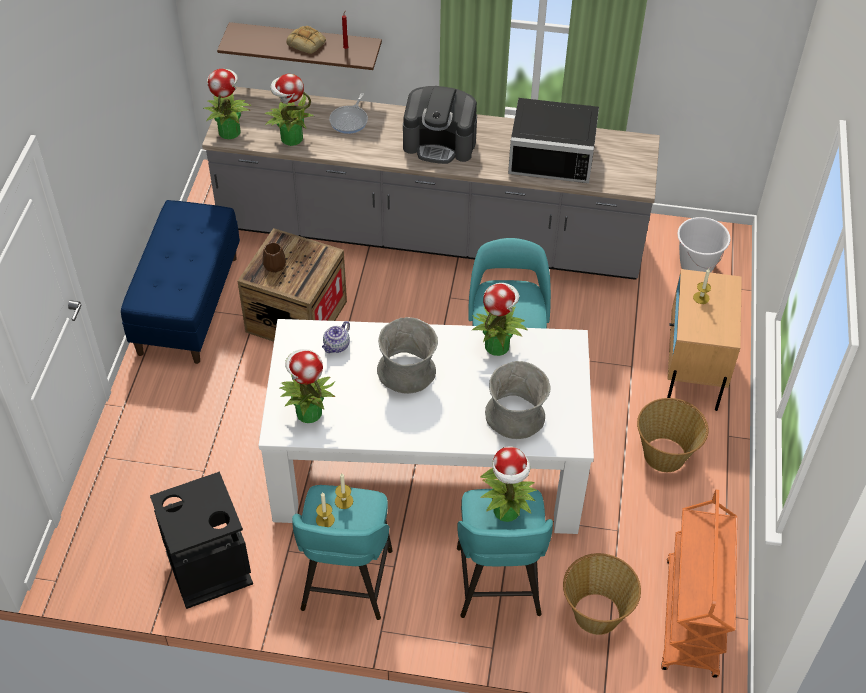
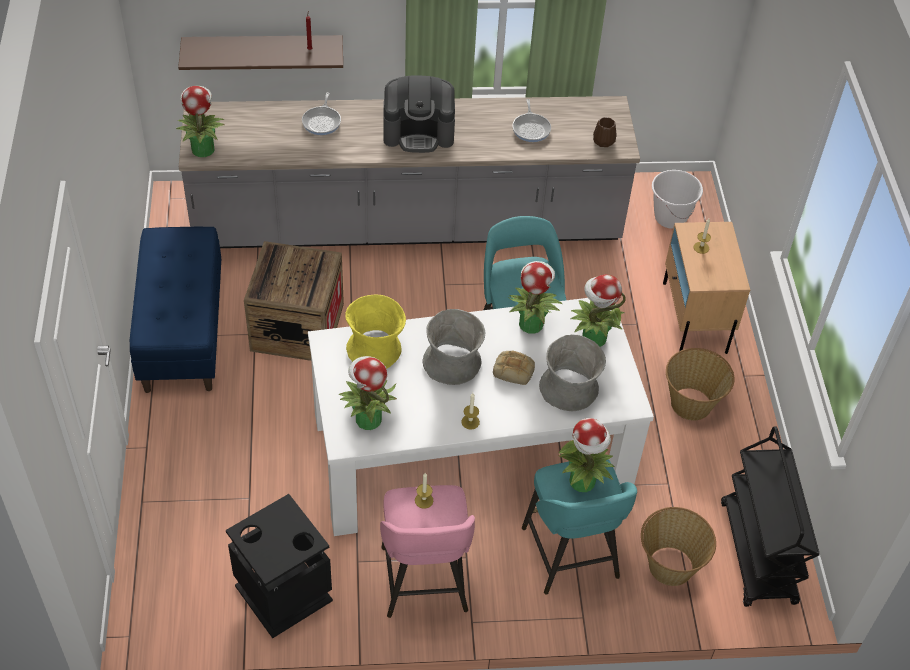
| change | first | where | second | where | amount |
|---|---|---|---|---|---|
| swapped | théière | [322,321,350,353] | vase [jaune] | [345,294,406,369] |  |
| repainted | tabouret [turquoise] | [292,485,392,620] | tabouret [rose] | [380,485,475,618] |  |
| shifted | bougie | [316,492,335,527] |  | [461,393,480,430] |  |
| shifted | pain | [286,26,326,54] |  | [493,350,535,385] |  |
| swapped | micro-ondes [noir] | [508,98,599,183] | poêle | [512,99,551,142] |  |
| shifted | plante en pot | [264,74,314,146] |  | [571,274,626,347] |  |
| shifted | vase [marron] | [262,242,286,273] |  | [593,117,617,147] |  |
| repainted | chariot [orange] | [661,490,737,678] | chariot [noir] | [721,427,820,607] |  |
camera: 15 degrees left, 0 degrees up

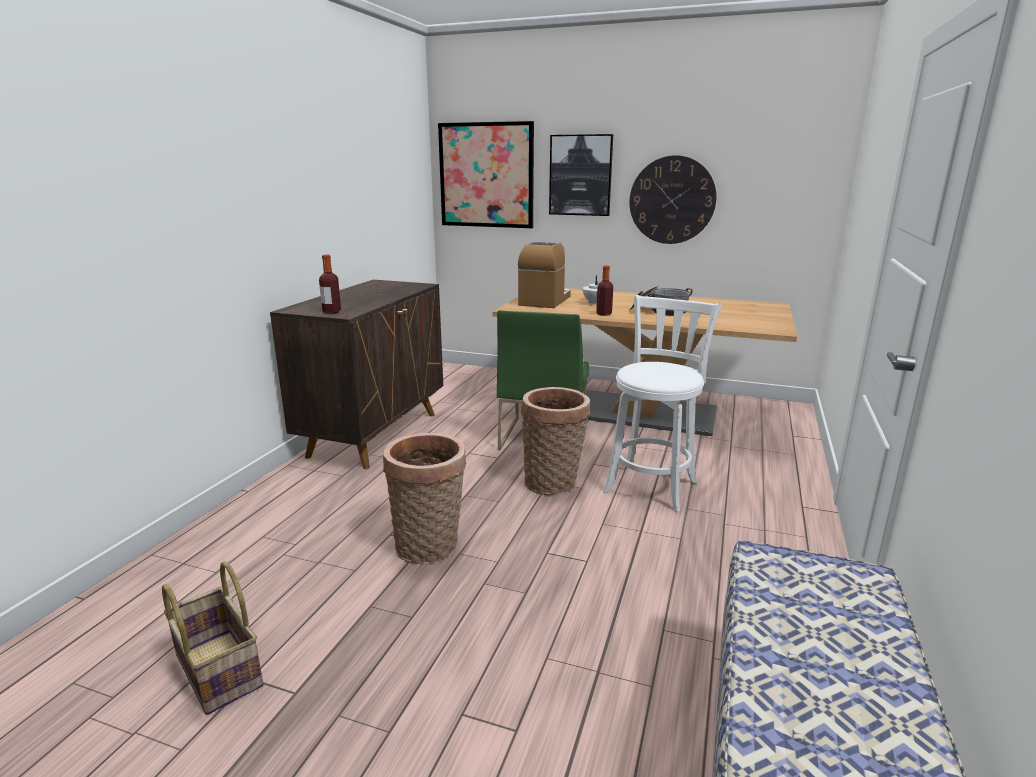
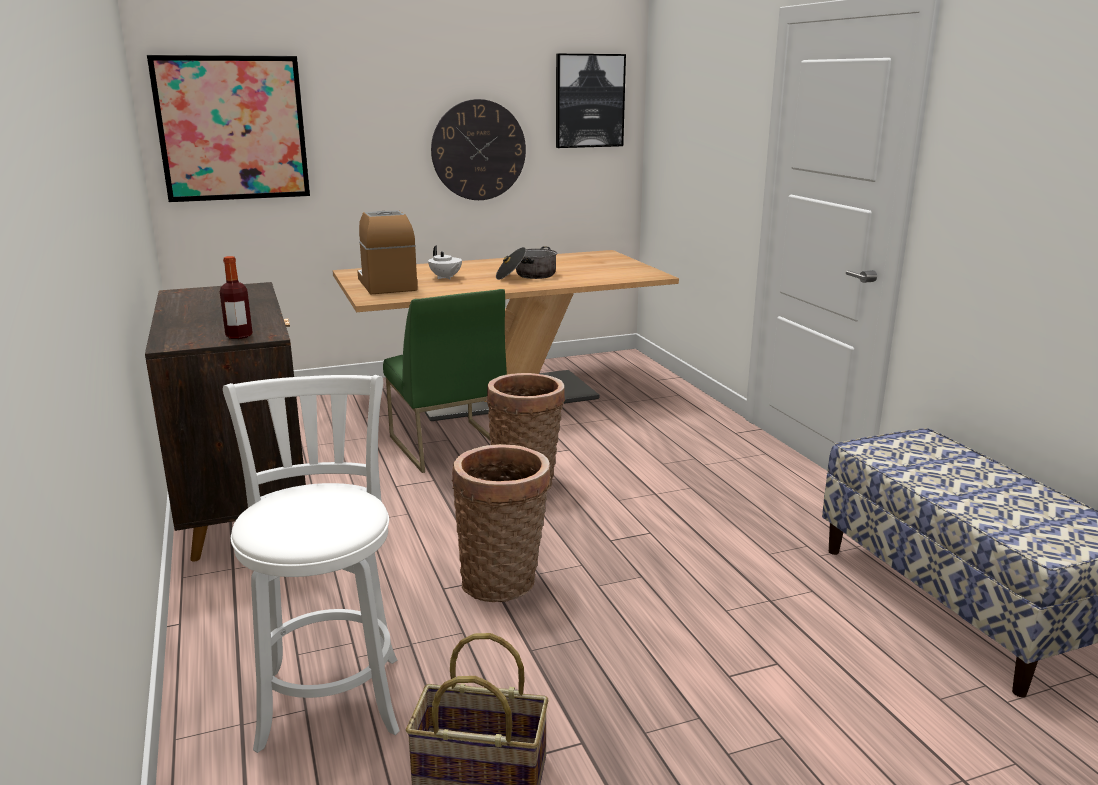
| change | first | where | second | where | amount |
|---|---|---|---|---|---|
| shifted | tabouret [blanc] | [603,295,721,512] |  | [223,375,400,753] |  |
| shifted | tableau | [549,134,613,216] |  | [556,54,626,148] |  |
| gone | bouteille | [596,266,613,316] |  |  |  |
camera: 40 degrees left, 0 degrees up

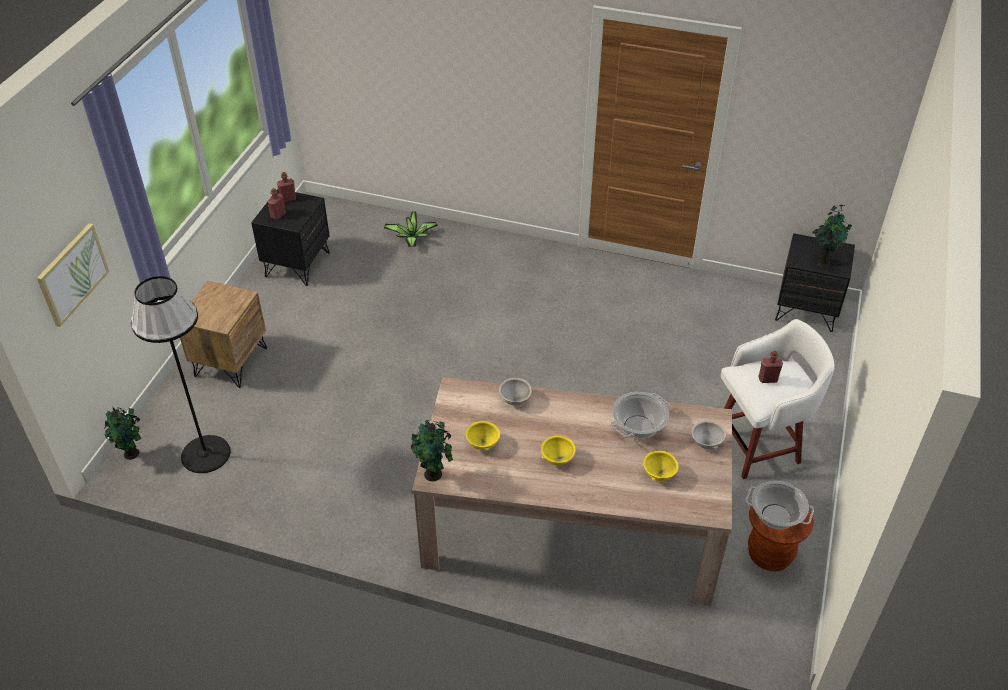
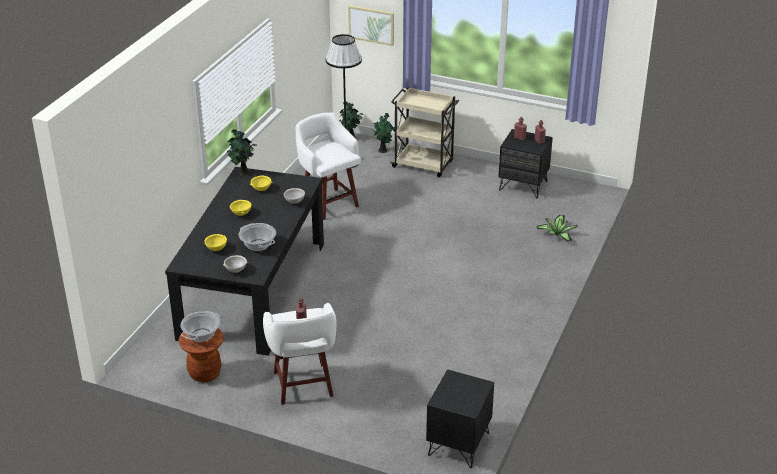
| change | first | where | second | where | amount |
|---|---|---|---|---|---|
| repainted | table à manger [beige] | [412,377,732,606] | table à manger [noir] | [165,167,324,356] |  |
| new |  |  | tabouret [blanc] | [296,112,361,220] |  |
| shifted | plante en pot | [813,205,852,268] |  | [373,113,395,153] |  |
| swapped | table de chevet [marron] | [180,281,267,388] | chariot [beige] | [390,87,459,177] |  |
camera: 95 degrees right, 10 degrees down

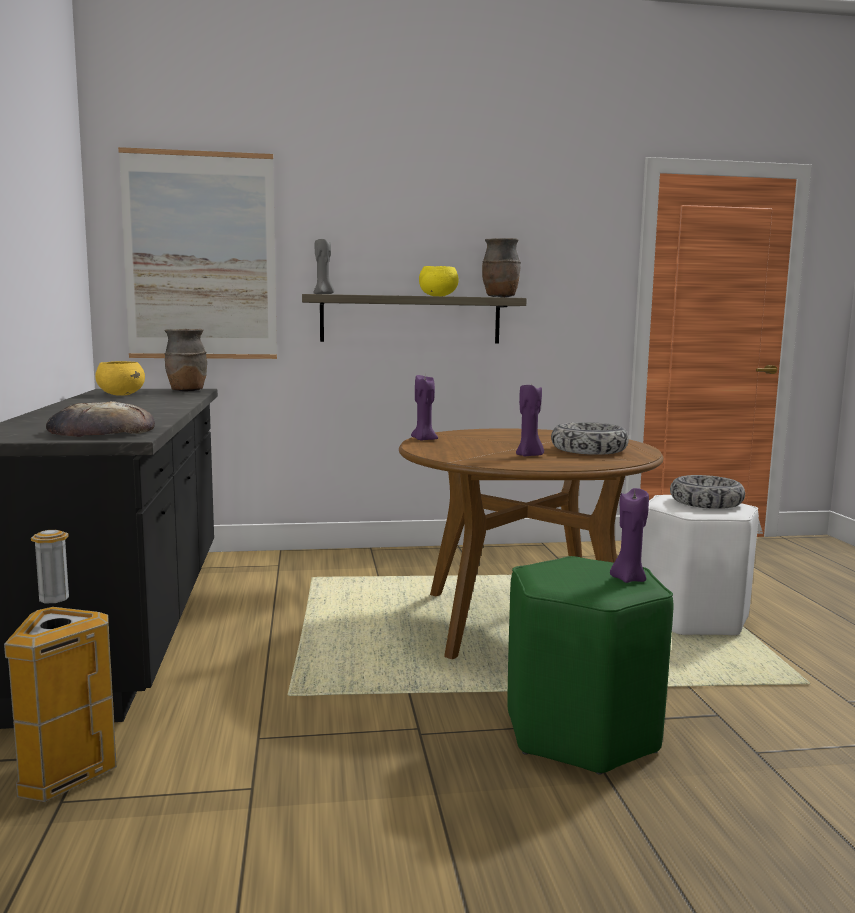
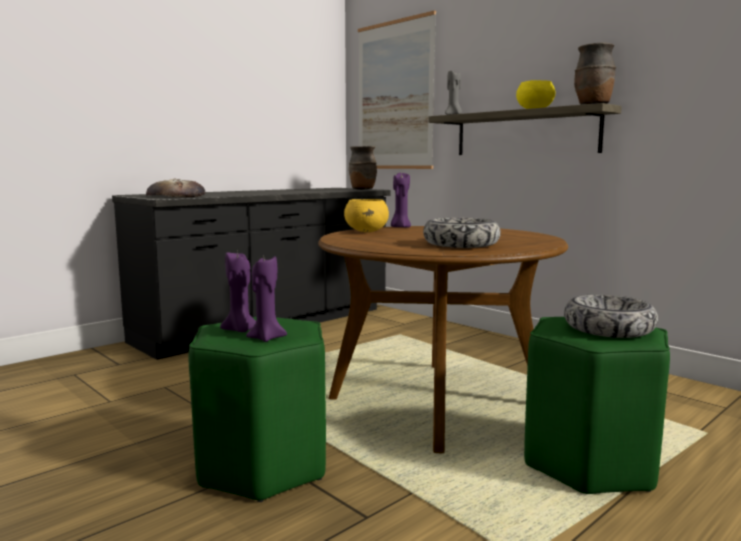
| change | first | where | second | where | amount |
|---|---|---|---|---|---|
| shifted | bougie [violet] | [516,385,544,456] |  | [220,250,256,332] |  |
| shifted | bol [jaune] | [95,361,145,395] |  | [344,199,389,232] |  |
| repainted | tabouret [blanc] | [641,495,759,635] | tabouret [vert] | [524,317,670,494] |  |
| gone | poubelle | [4,530,117,802] |  |  |  |
camera: 55 degrees right, 0 degrees up

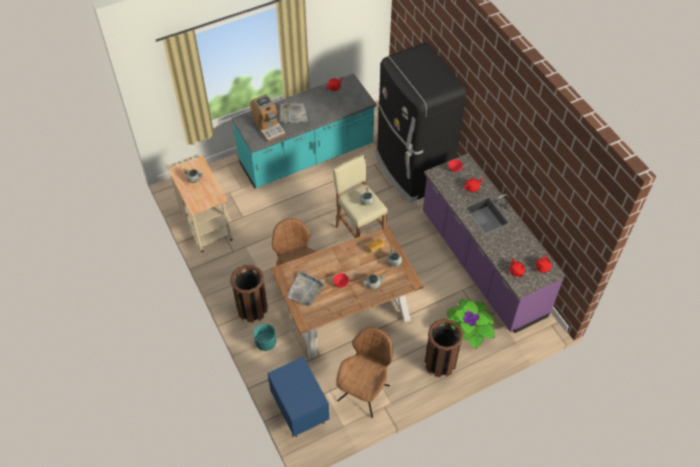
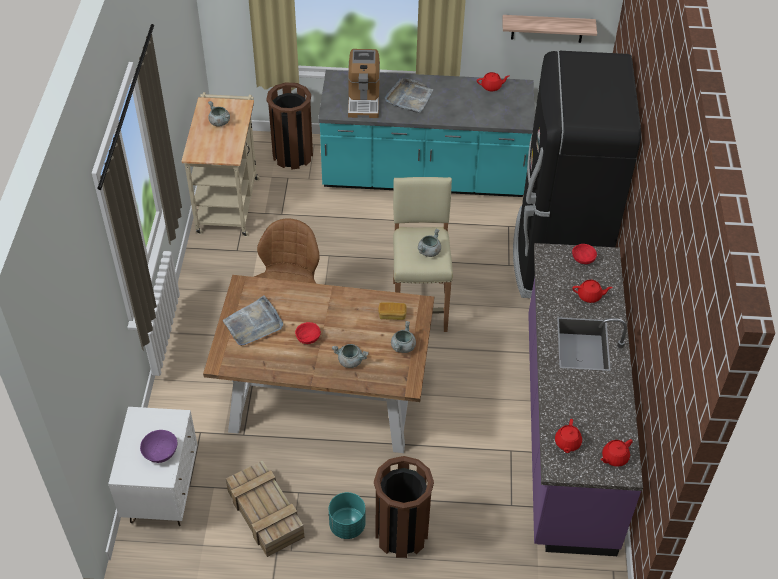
| change | first | where | second | where | amount |
|---|---|---|---|---|---|
| repainted | table de chevet [bleu] | [267,357,329,437] | table de chevet [blanc] | [108,407,198,526] |  |
| new |  |  | bol [violet] | [140,430,178,463] |  |
| swapped | chaise [marron] | [336,327,393,418] | caisse | [226,460,304,557] |  |
| shifted | poubelle [marron] | [230,265,268,322] |  | [266,82,313,170] |  |
| shifted | cache-pot [turquoise] | [254,324,276,351] |  | [329,492,365,539] |  |
| new |  |  | étagère | [503,15,597,43] |  |
| gone | plante en pot | [443,299,495,349] |  |  |  |
camera: 30 degrees right, 5 degrees down

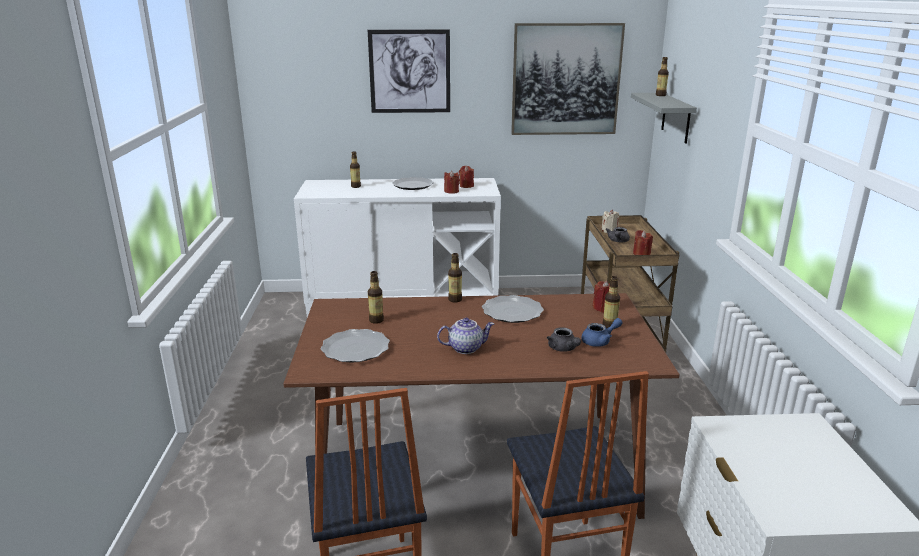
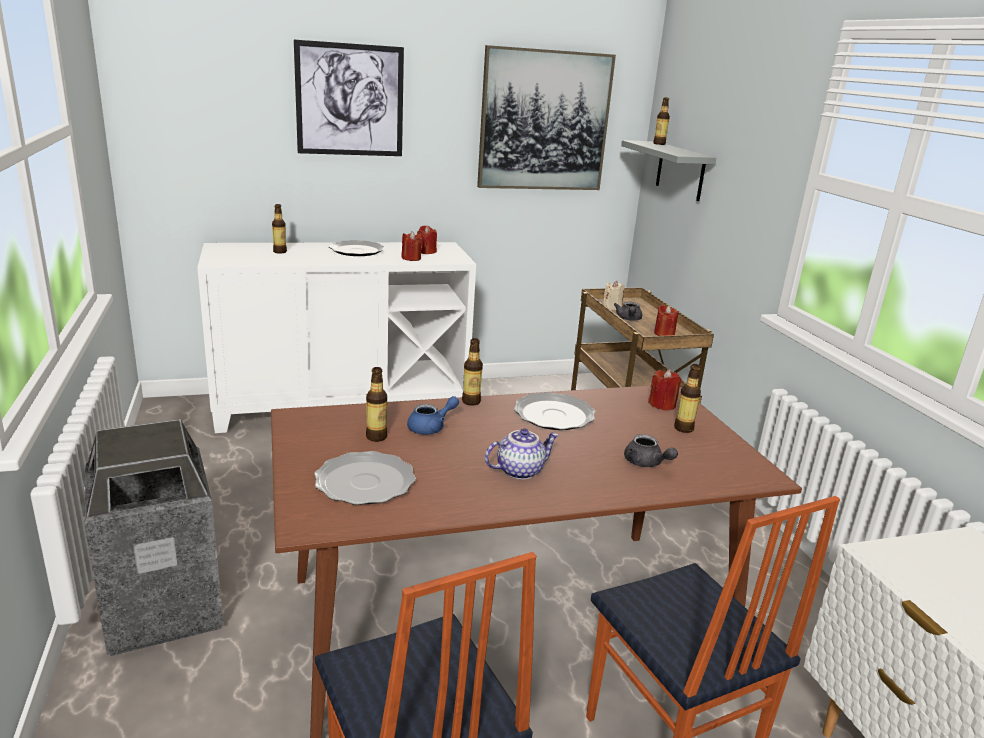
| change | first | where | second | where | amount |
|---|---|---|---|---|---|
| new |  |  | poubelle | [84,419,224,656] |  |
| shifted | théière [bleu] | [581,318,623,347] |  | [407,396,459,435] |  |
camera: 15 degrees left, 0 degrees up

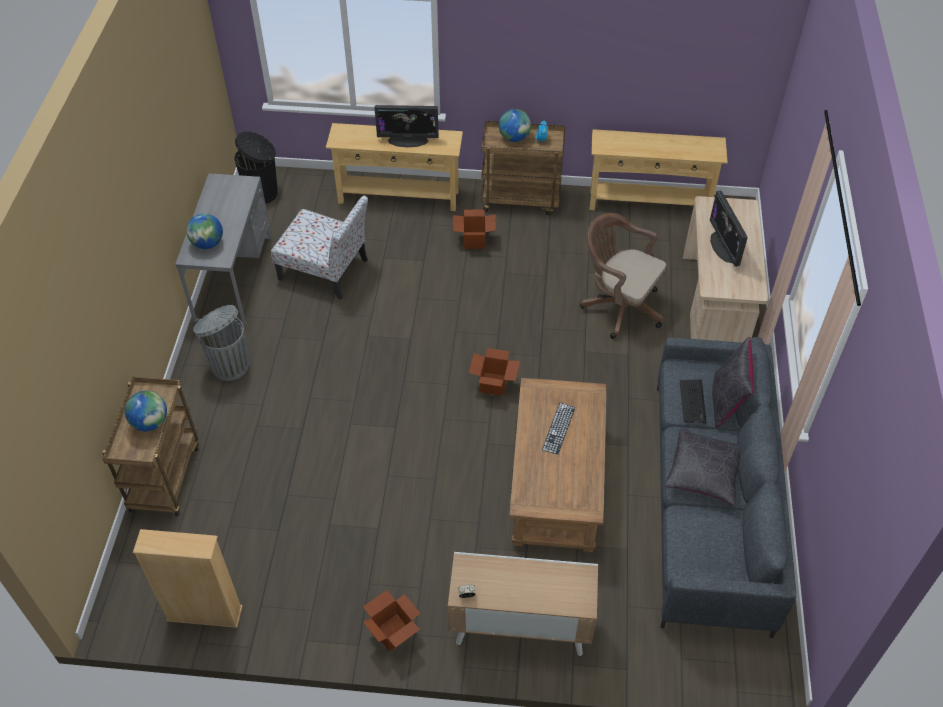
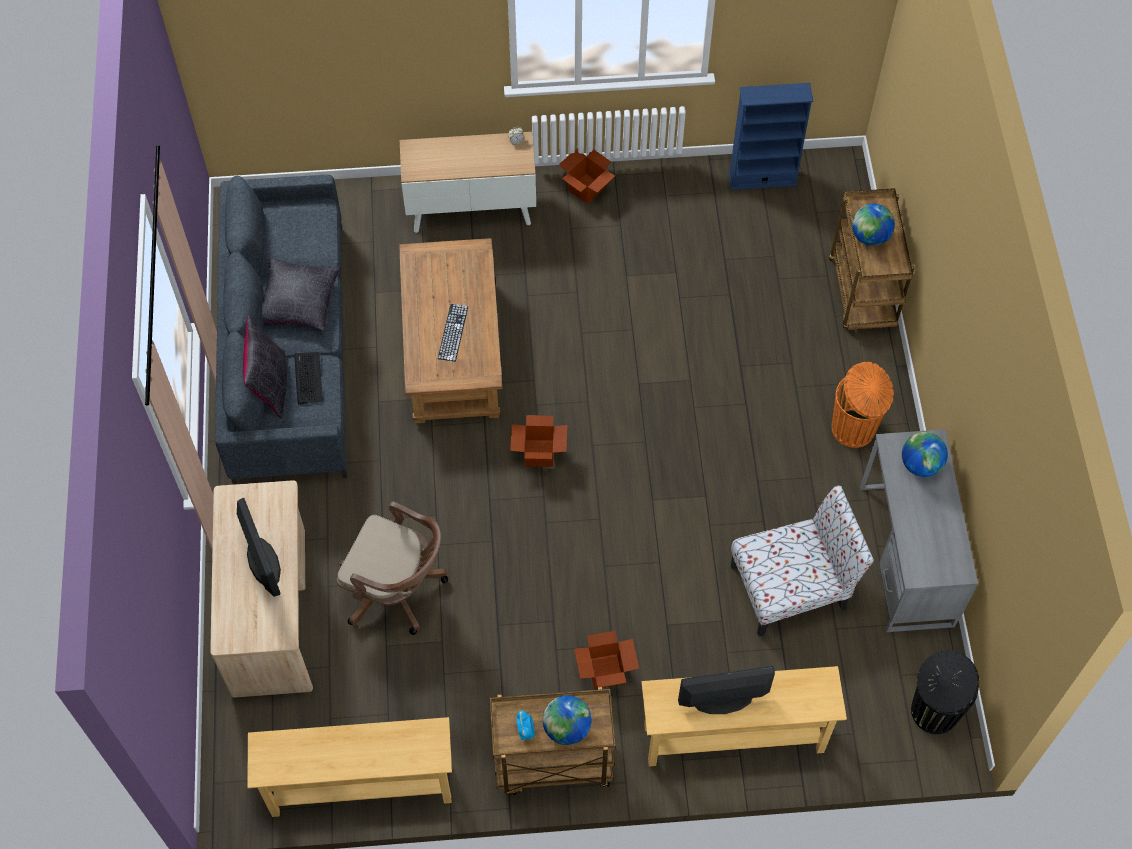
| change | first | where | second | where | amount |
|---|---|---|---|---|---|
| repainted | bibliothèque [beige] | [133,529,243,628] | bibliothèque [bleu] | [729,83,813,190] |  |
| rotated | chaise | [271,196,368,300] |  | [731,485,874,636] | 150 degrees clockwise |
| repainted | poubelle [gris] | [193,305,249,381] | poubelle [orange] | [832,362,894,448] |  |
camera: 170 degrees right, 10 degrees up

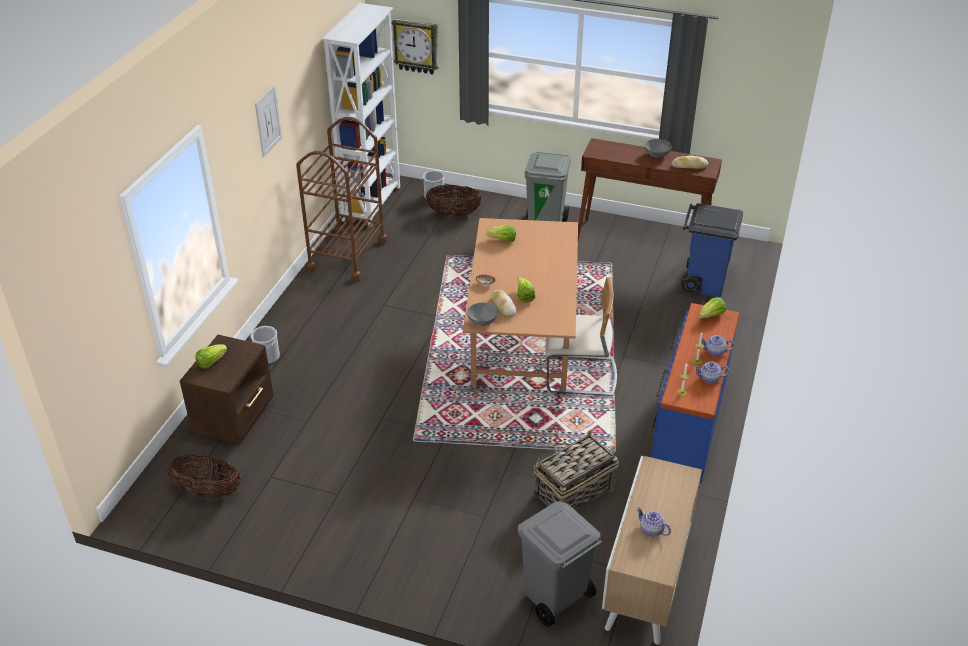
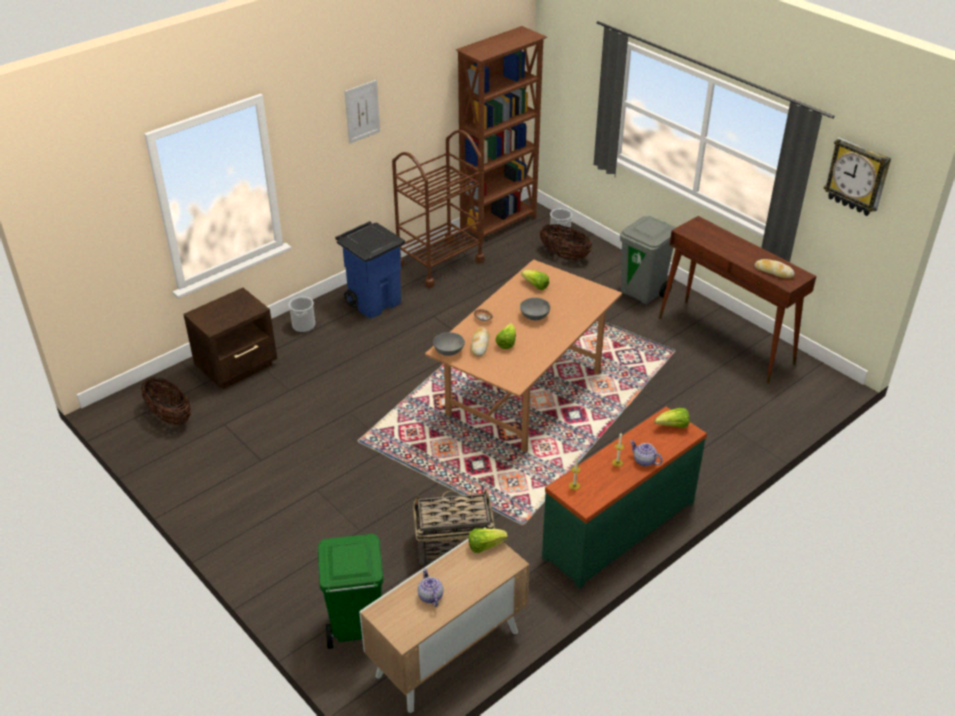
| change | first | where | second | where | amount |
|---|---|---|---|---|---|
| repainted | poubelle [gris] | [518,501,602,627] | poubelle [vert] | [318,534,383,649] |  |
| shifted | poubelle [bleu] | [681,203,743,297] |  | [335,221,405,319] |  |
| repainted | bibliothèque [blanc] | [322,3,400,227] | bibliothèque [marron] | [456,26,547,244] |  |
| shifted | laitue | [196,344,227,369] |  | [469,529,508,553] |  |
| shifted | bol [gris] | [645,139,671,158] |  | [520,298,550,320] |  |
| repainted | commode [bleu] | [651,303,740,484] | commode [vert] | [542,407,707,589] |  |
| shifted | horloge murale | [391,18,439,75] |  | [824,137,891,216] |  |
| gone | chaise [beige] | [545,277,617,396] |  |  |  |
| gone | théière | [694,361,729,383] |  |  |  |
camera: 30 degrees right, 0 degrees up

